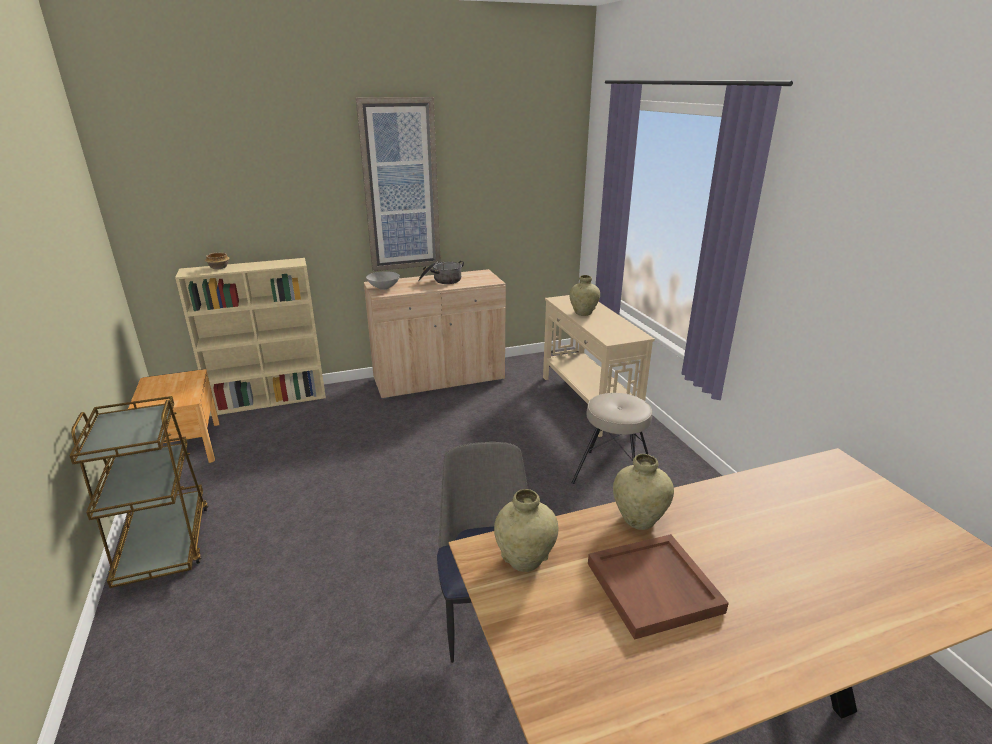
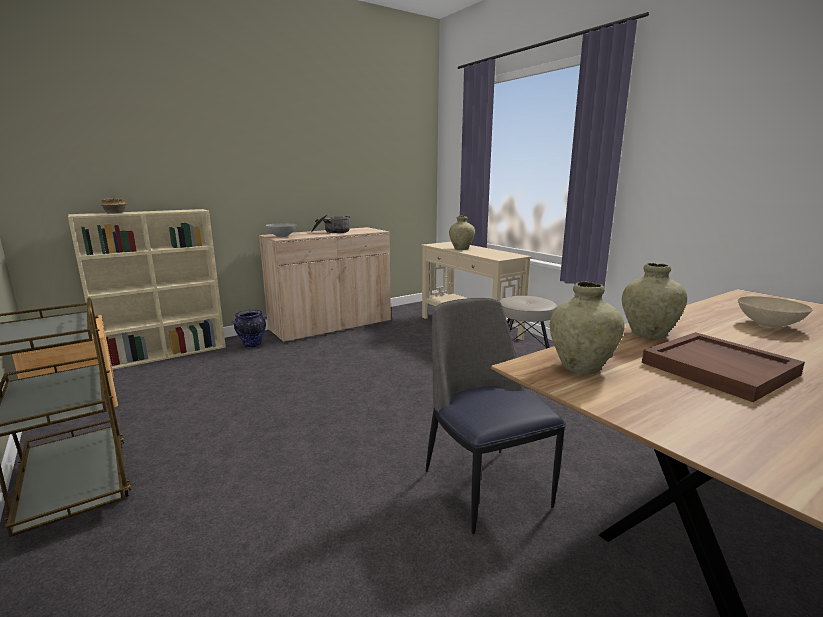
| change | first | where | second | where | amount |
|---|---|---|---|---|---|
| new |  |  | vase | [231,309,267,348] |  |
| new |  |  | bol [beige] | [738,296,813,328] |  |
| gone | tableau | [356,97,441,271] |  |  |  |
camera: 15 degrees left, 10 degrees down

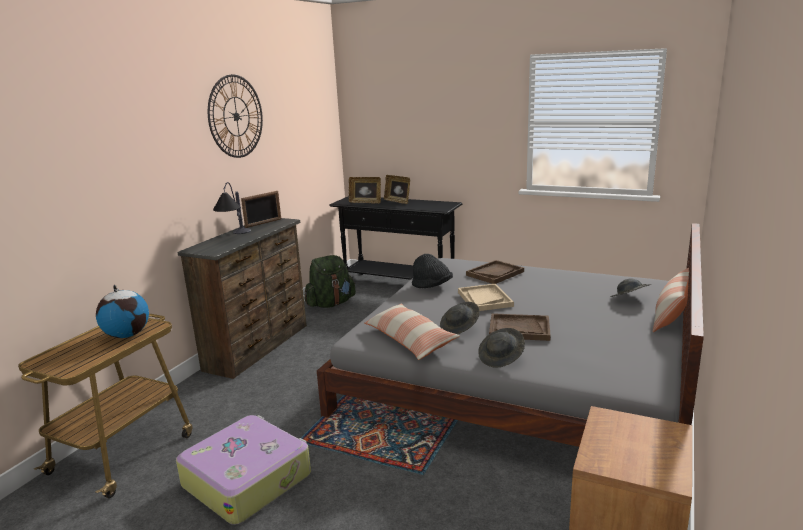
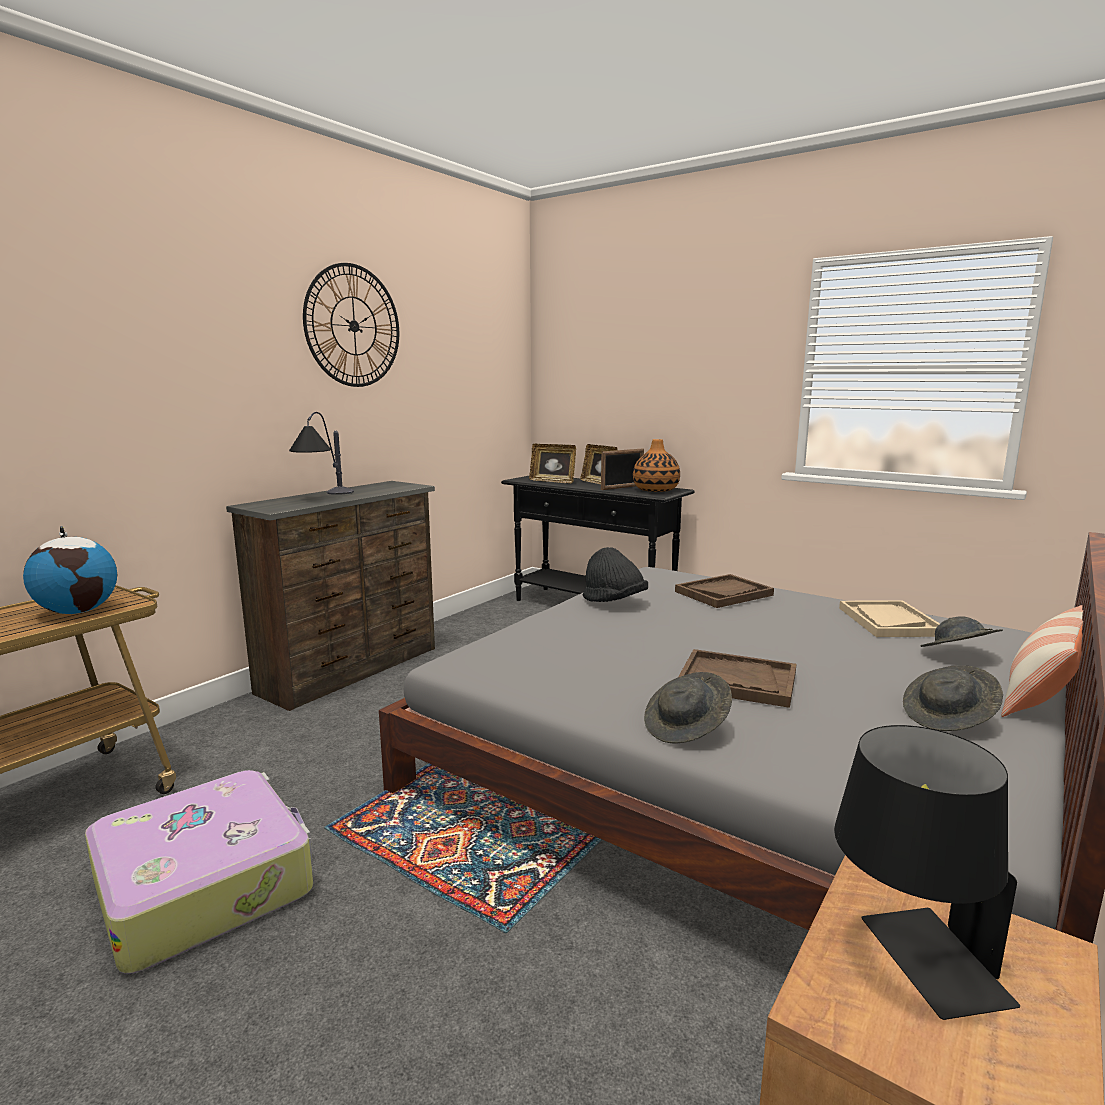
| change | first | where | second | where | amount |
|---|---|---|---|---|---|
| shifted | cadre photo | [241,191,281,228] |  | [601,448,644,490] |  |
| new |  |  | vase | [633,439,680,492] |  |
| new |  |  | lampe de table [noir] | [834,725,1020,1020] |  |
| shifted | plateau [beige] | [458,284,514,311] |  | [839,600,940,637] |  |
| shifted | chapeau [gris] | [440,302,480,334] |  | [903,665,1003,731] |  |
| gone | sac à dos [vert] | [304,255,356,308] |  |  |  |
| gone | coussin | [364,303,460,360] |  |  |  |
camera: 10 degrees right, 5 degrees down

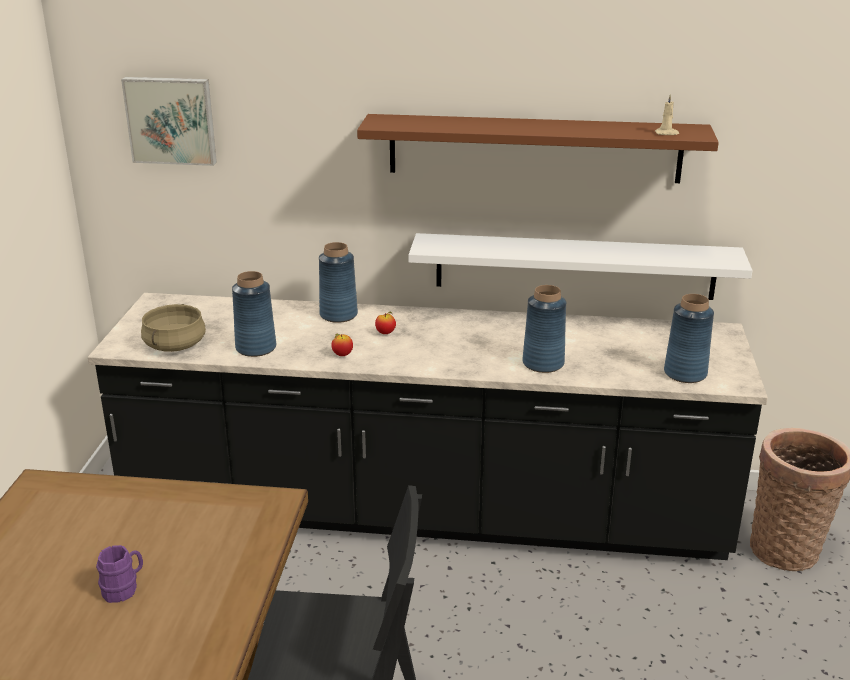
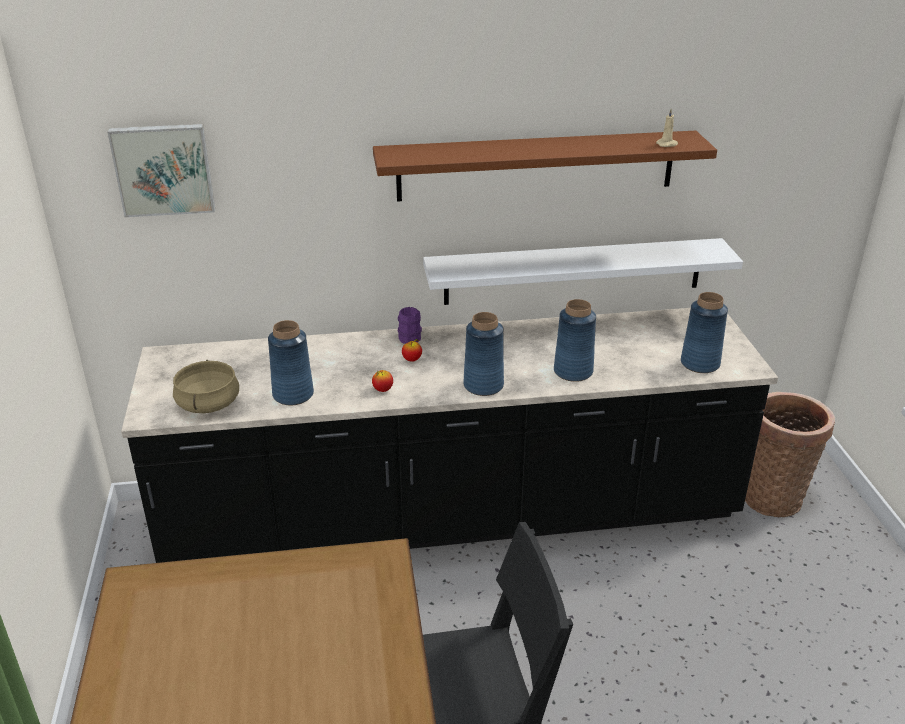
| change | first | where | second | where | amount |
|---|---|---|---|---|---|
| shifted | mug [violet] | [96,545,143,603] |  | [398,307,422,344] |  |
| shifted | vase [bleu] | [319,242,358,323] |  | [463,312,504,396] |  |
camera: 15 degrees left, 5 degrees up

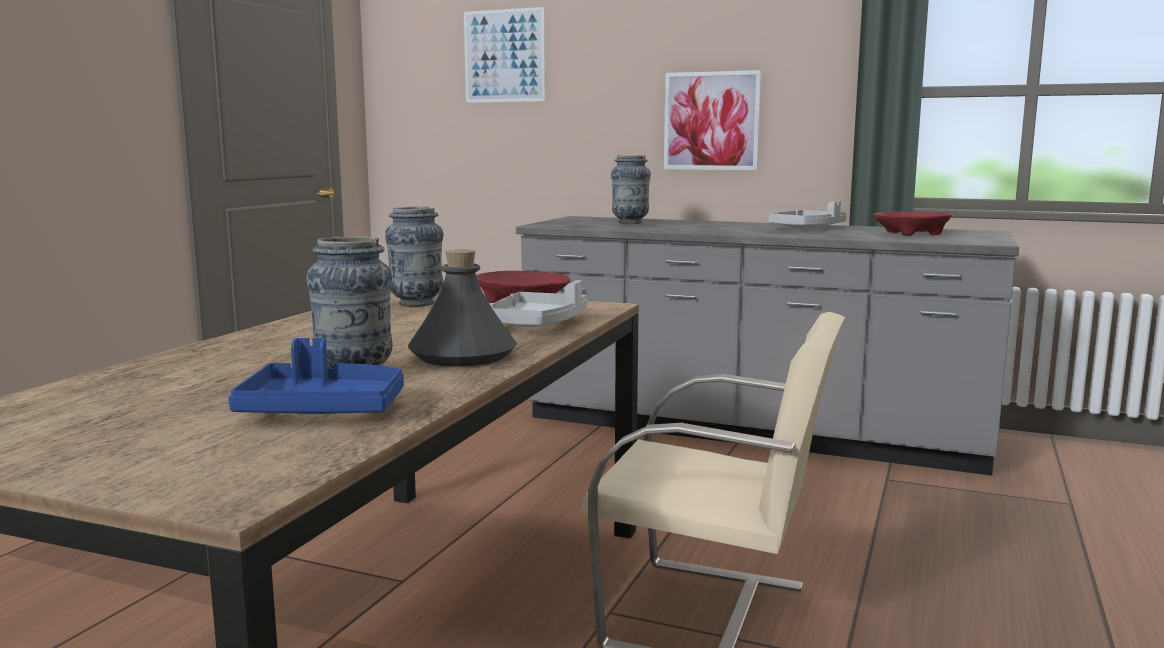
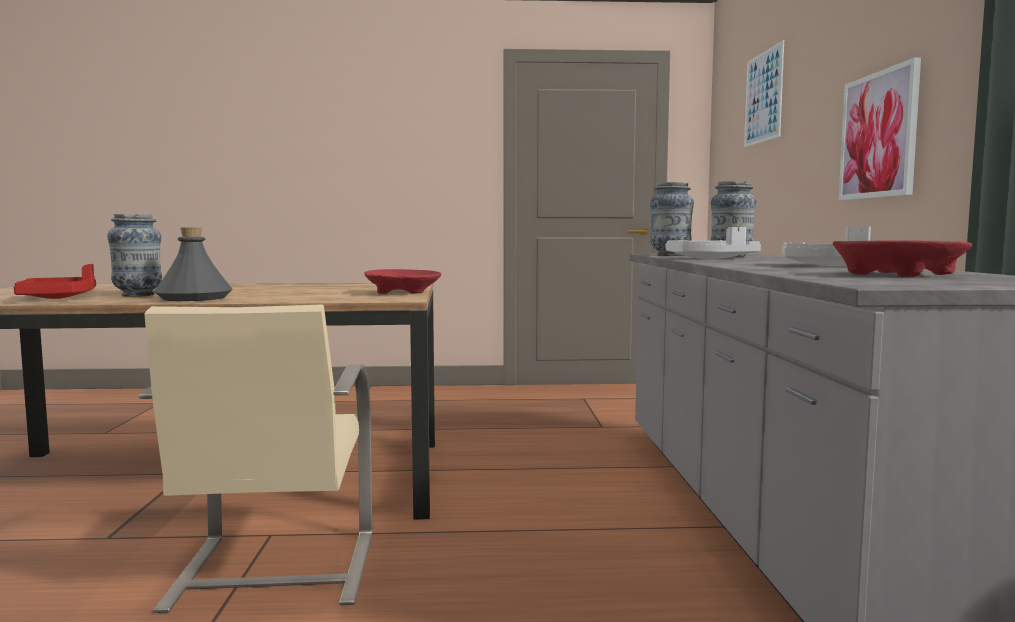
| change | first | where | second | where | amount |
|---|---|---|---|---|---|
| repainted | plateau [bleu] | [228,338,404,414] | plateau [rouge] | [14,264,96,299] |  |
| shifted | vase | [385,206,444,307] |  | [650,182,694,256] |  |
| shifted | plateau [gris] | [490,280,587,327] |  | [665,227,761,259] |  |
camera: 65 degrees right, 5 degrees down

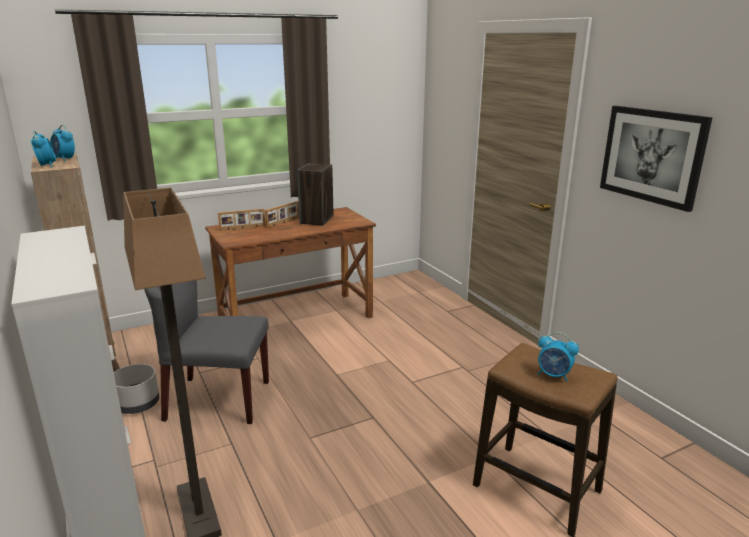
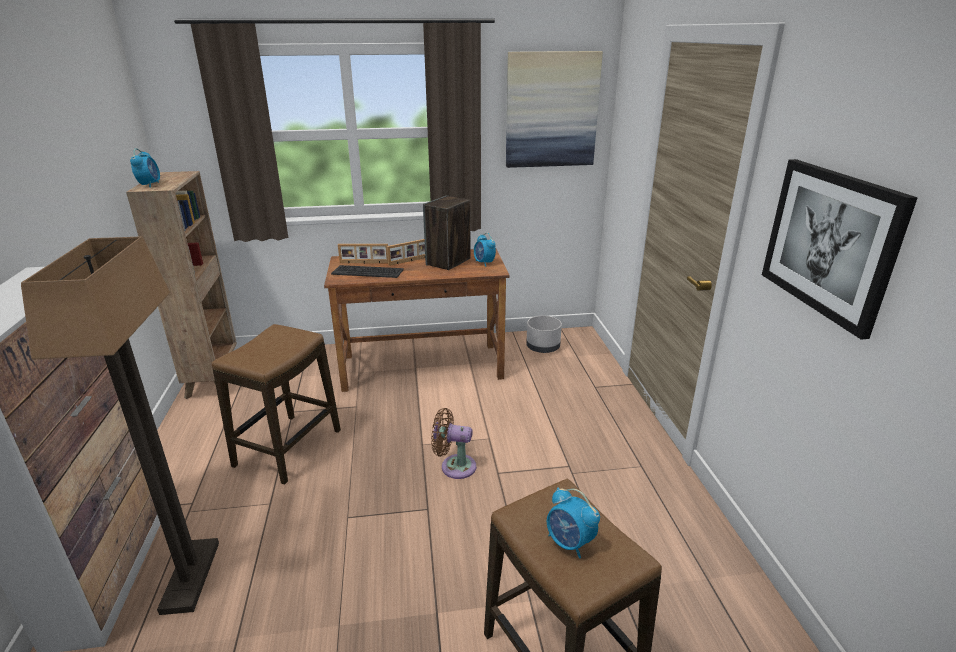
| change | first | where | second | where | amount |
|---|---|---|---|---|---|
| swapped | chaise [gris] | [144,280,269,424] | tabouret | [212,324,341,485] |  |
| new |  |  | clavier | [331,265,404,278] |  |
| new |  |  | ventilateur [marron] | [431,408,476,479] |  |
| shifted | réveil | [50,125,75,161] |  | [474,233,496,267] |  |
| new |  |  | tableau | [506,51,603,168] |  |
| shifted | cache-pot [gris] | [114,364,159,414] |  | [526,316,562,353] |  |
camera: 20 degrees right, 5 degrees up

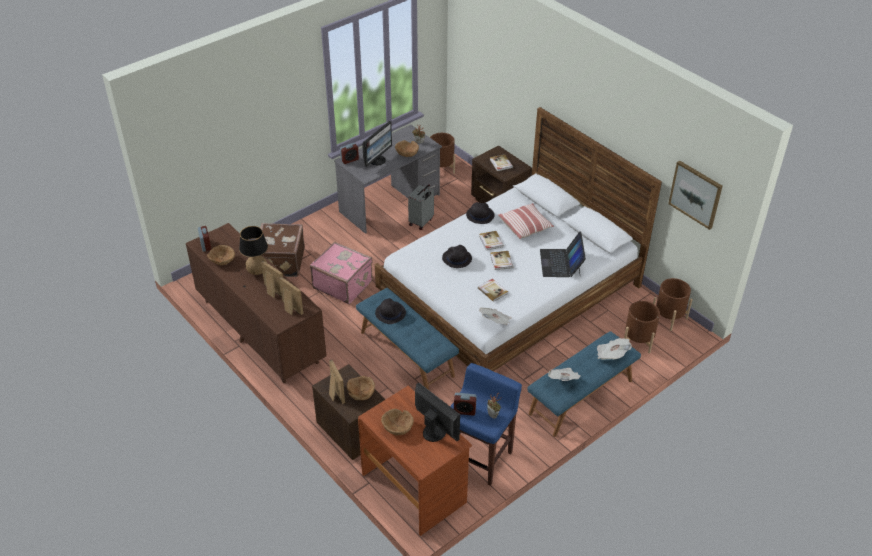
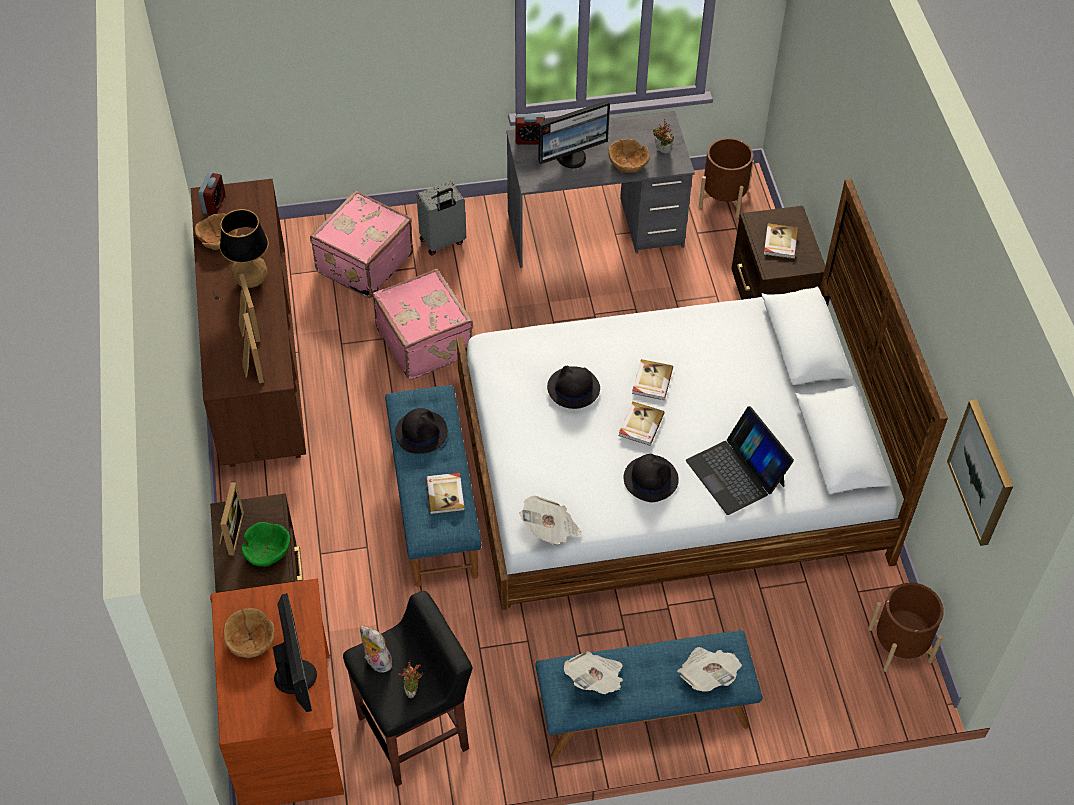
| change | first | where | second | where | amount |
|---|---|---|---|---|---|
| repainted | bol [marron] | [347,376,375,400] | bol [vert] | [242,522,290,567] |  |
| repainted | valise [marron] | [260,223,305,277] | valise [rose] | [310,190,413,298] |  |
| repainted | tabouret [bleu] | [450,363,522,486] | tabouret [noir] | [343,591,473,787] |  |
| swapped | réveil | [454,393,477,415] | peluche | [360,626,393,673] |  |
| shifted | valise [gris] | [408,184,434,230] |  | [417,181,466,255] |  |
| shifted | livre | [478,279,508,302] |  | [426,473,465,514] |  |
| shifted | chapeau [noir] | [466,202,494,224] |  | [624,454,679,502] |  |
| rotated | ordinateur portable | [540,232,586,277] |  | [686,406,794,515] | 60 degrees counterclockwise |
| gone | coussin | [498,203,554,239] |  |  |  |
| gone | cache-pot [marron] | [624,301,660,353] |  |  |  |
camera: 30 degrees right, 10 degrees up

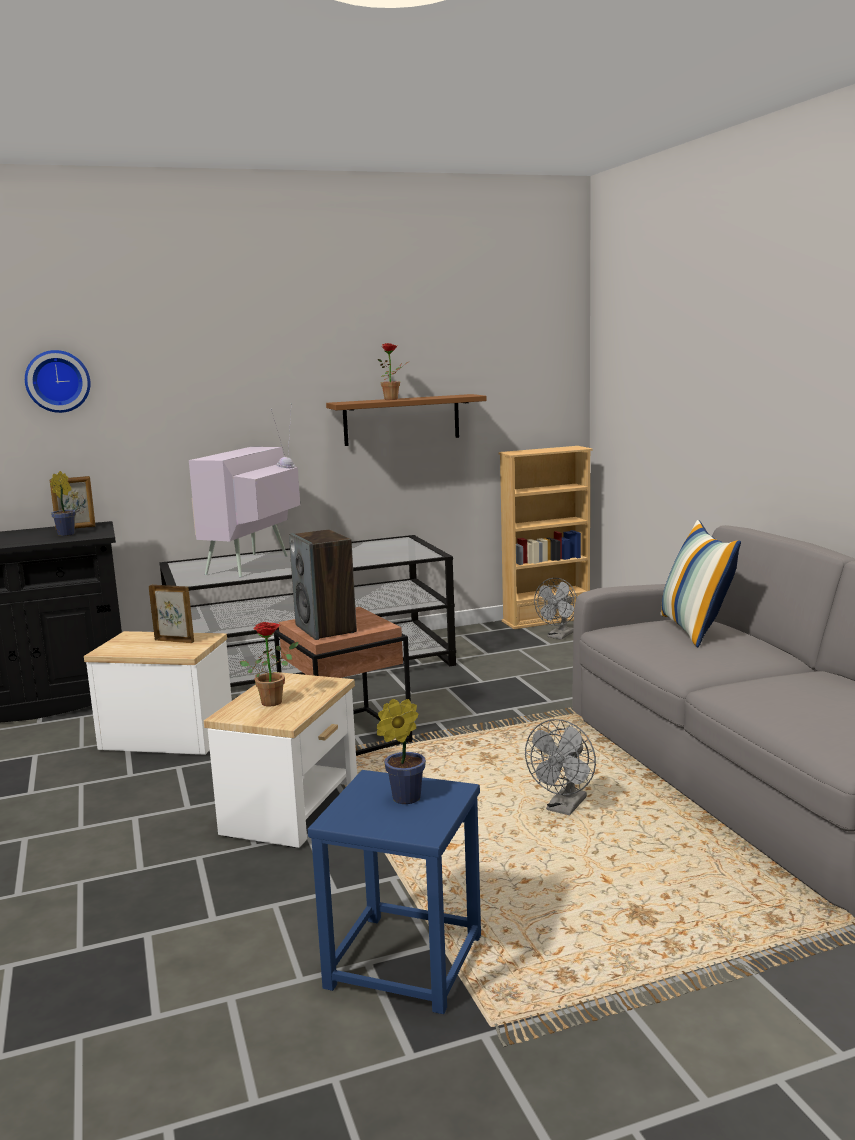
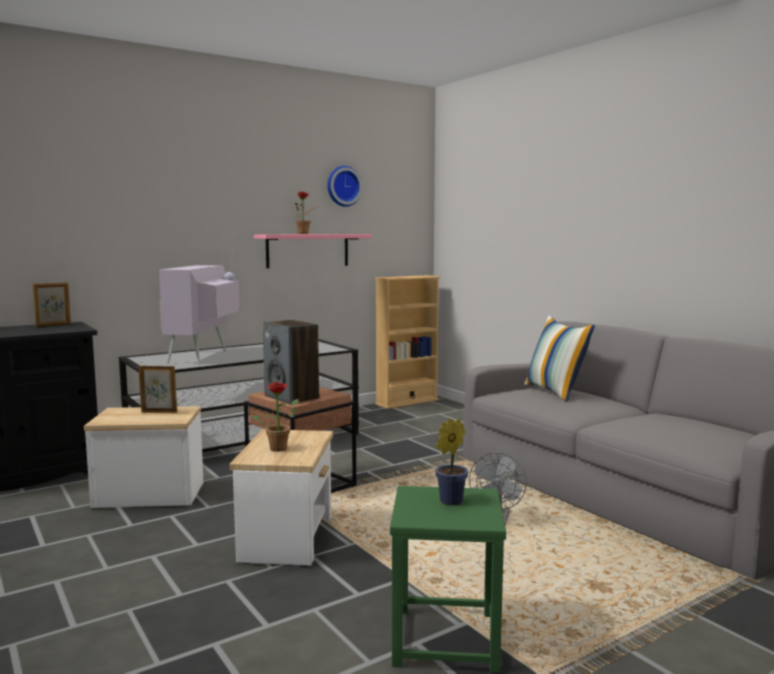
| change | first | where | second | where | amount |
|---|---|---|---|---|---|
| repainted | étagère [marron] | [326,394,487,446] | étagère [rose] | [254,234,372,268] |  |
| shifted | horloge murale | [25,350,91,413] |  | [327,166,362,207] |  |
| repainted | tabouret [bleu] | [308,770,481,1014] | tabouret [vert] | [390,486,506,673] |  |
| gone | plante en pot | [50,471,76,536] |  |  |  |
| gone | ventilateur [gris] | [534,578,577,640] |  |  |  |
camera: 15 degrees left, 5 degrees down

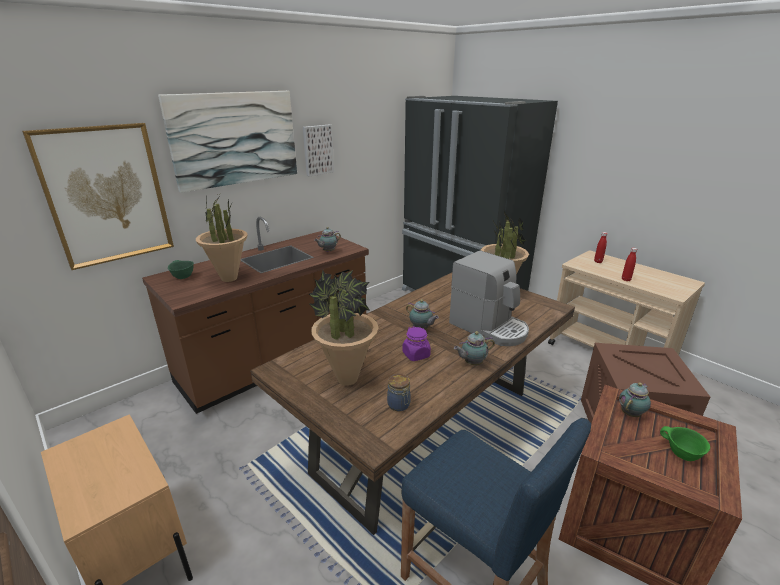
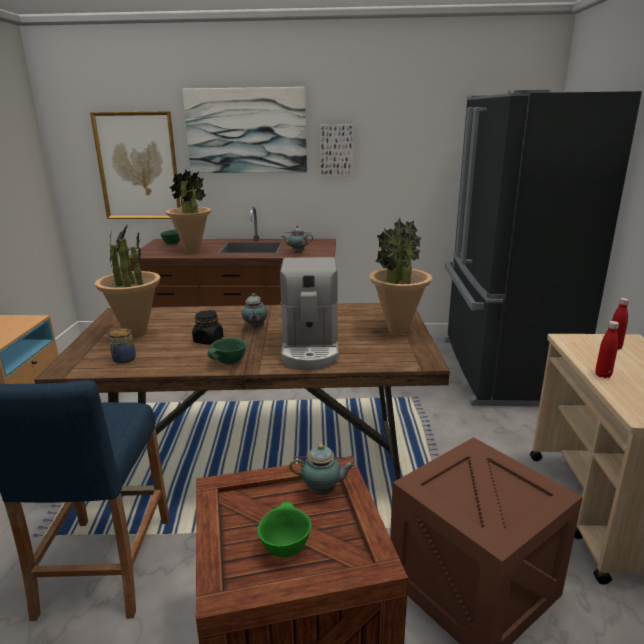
| change | first | where | second | where | amount |
|---|---|---|---|---|---|
| repainted | bocal [violet] | [402,326,431,361] | bocal [noir] | [192,310,223,345] |  |
| swapped | théière | [454,331,495,365] | bol [vert] | [208,337,247,365] |  |
camera: 45 degrees right, 5 degrees down

